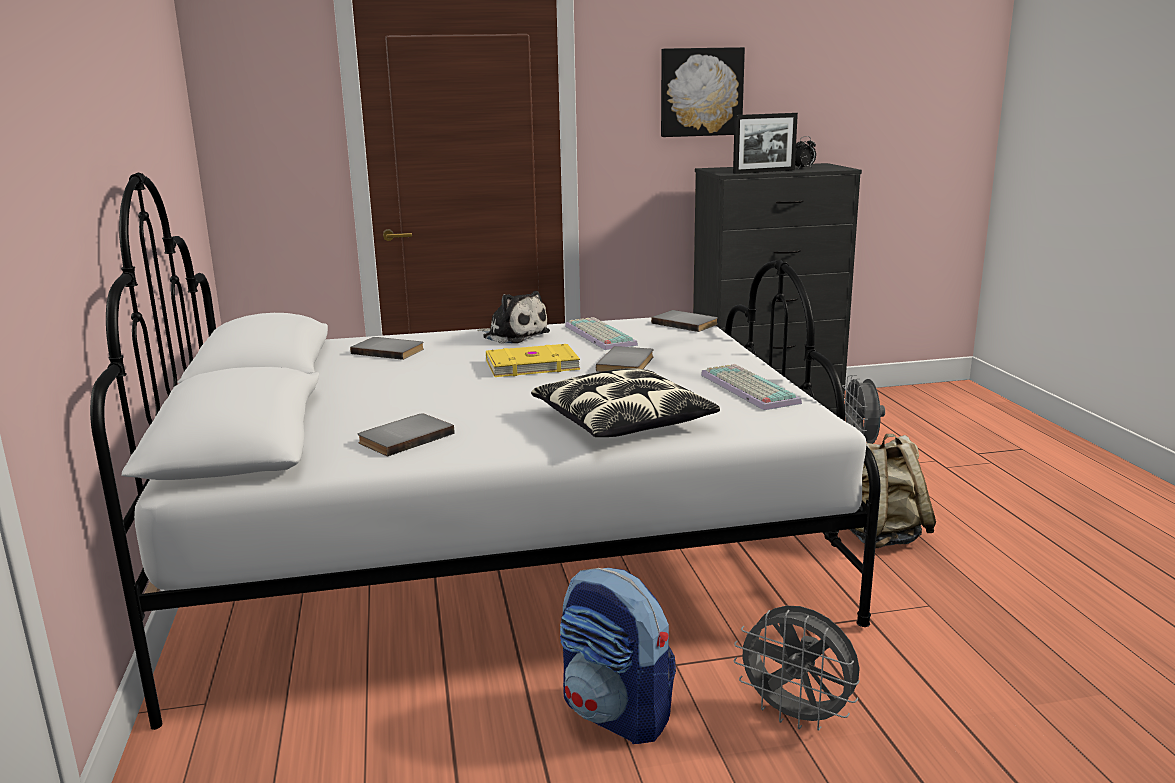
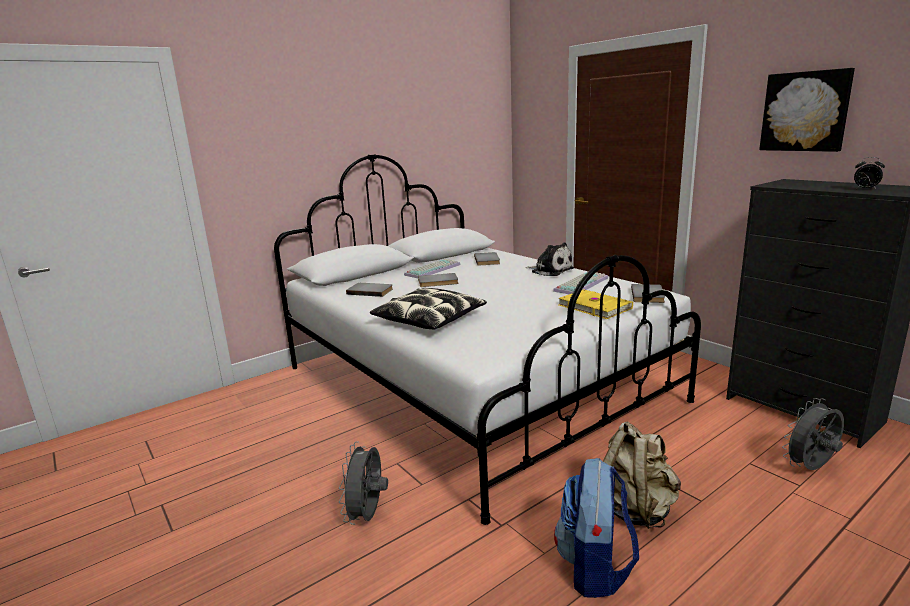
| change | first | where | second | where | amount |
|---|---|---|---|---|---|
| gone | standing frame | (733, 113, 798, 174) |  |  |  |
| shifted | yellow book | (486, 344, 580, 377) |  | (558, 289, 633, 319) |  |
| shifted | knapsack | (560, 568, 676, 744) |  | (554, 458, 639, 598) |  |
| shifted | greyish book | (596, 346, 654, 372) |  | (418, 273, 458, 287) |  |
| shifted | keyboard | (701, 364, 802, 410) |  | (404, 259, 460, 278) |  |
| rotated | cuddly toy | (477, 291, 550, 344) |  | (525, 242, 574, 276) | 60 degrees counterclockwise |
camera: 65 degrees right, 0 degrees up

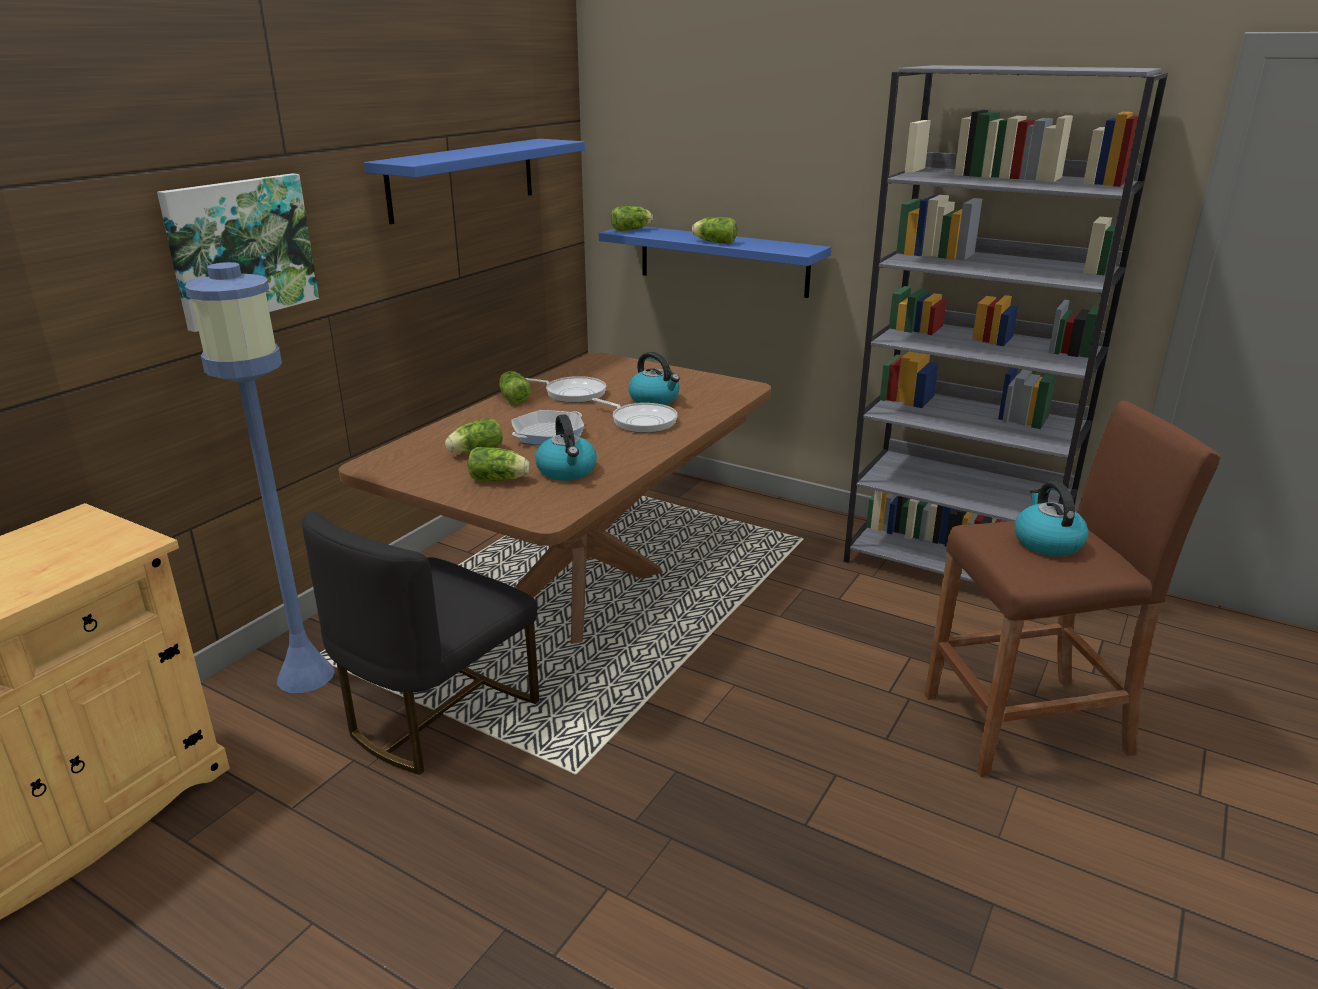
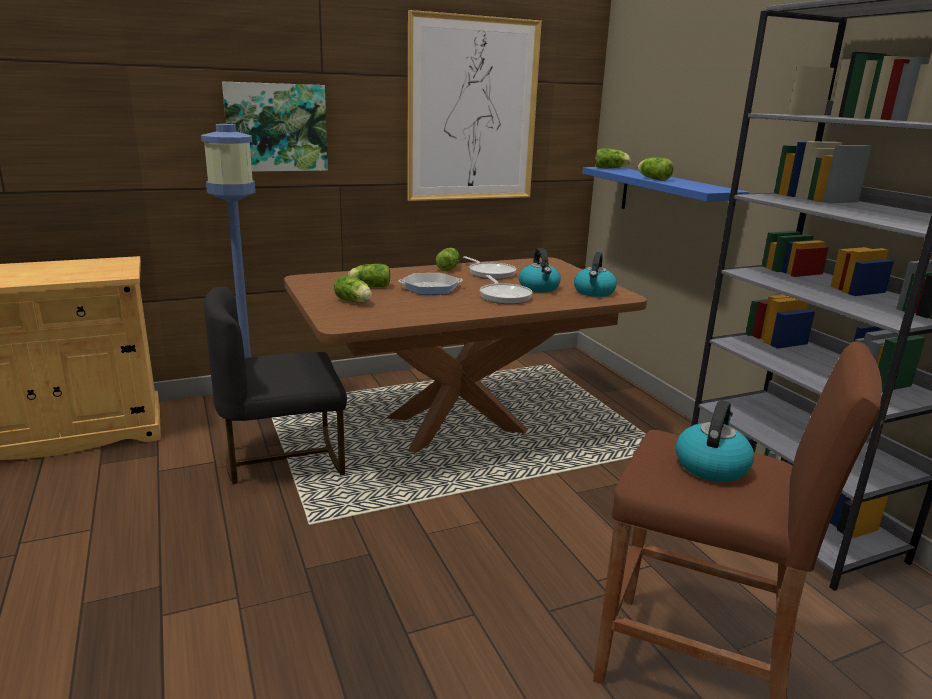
| change | first | where | second | where | amount |
|---|---|---|---|---|---|
| shifted | water kettle | (535, 414, 597, 481) |  | (574, 252, 617, 297) |  |
| swapped | blue-coloured shelf | (364, 139, 585, 224) | wall picture | (407, 10, 542, 201) |  |
camera: 35 degrees right, 5 degrees down

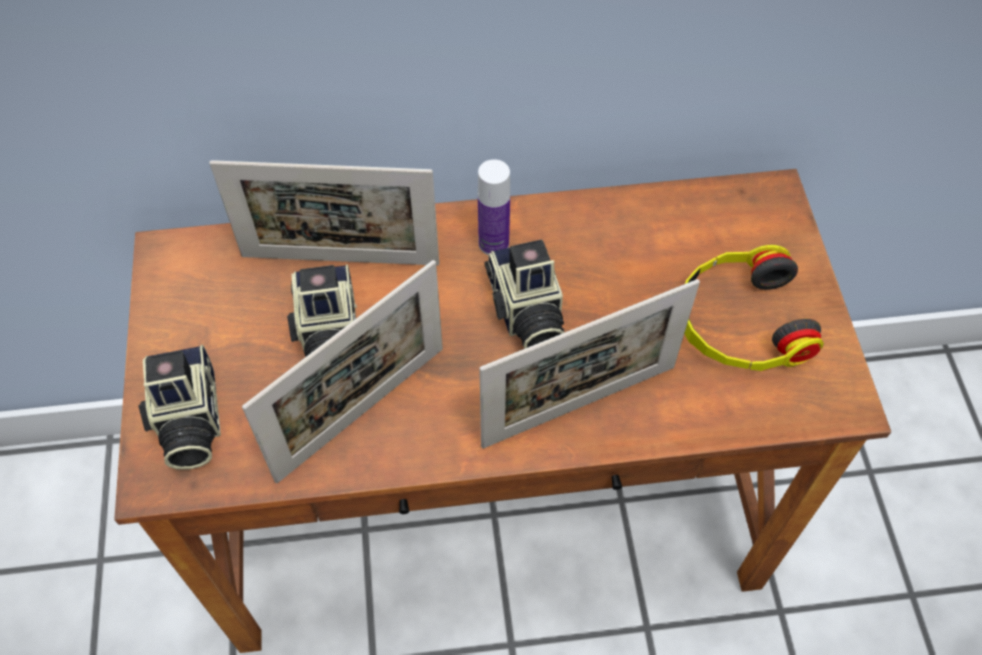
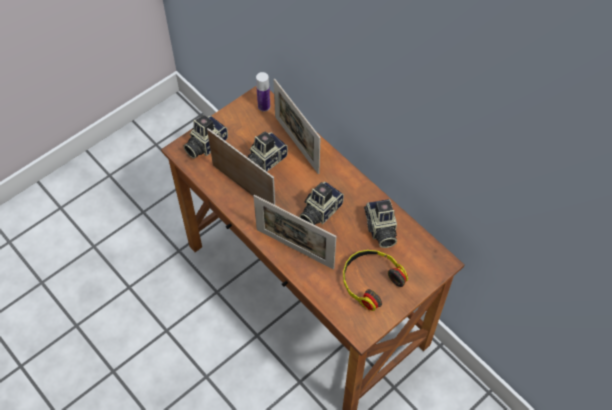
| change | first | where | second | where | amount |
|---|---|---|---|---|---|
| new |  |  | still camera | (364, 199, 397, 248) |  |
| shifted | drink bottle | (478, 159, 510, 255) |  | (256, 72, 270, 112) |  |
| rotated | standing frame | (242, 260, 443, 483) |  | (207, 128, 275, 205) | 150 degrees counterclockwise |
camera: 55 degrees right, 0 degrees up

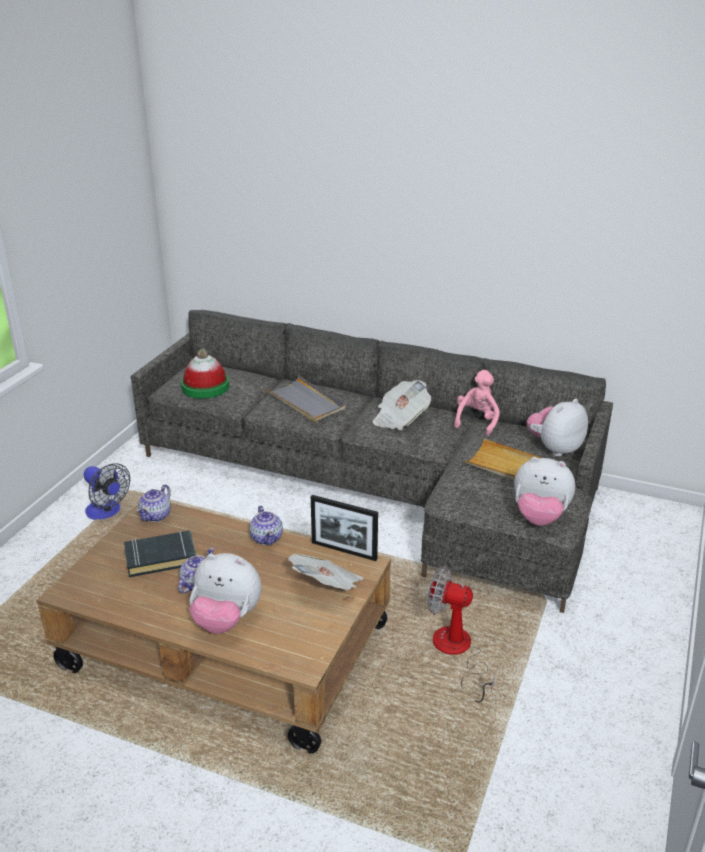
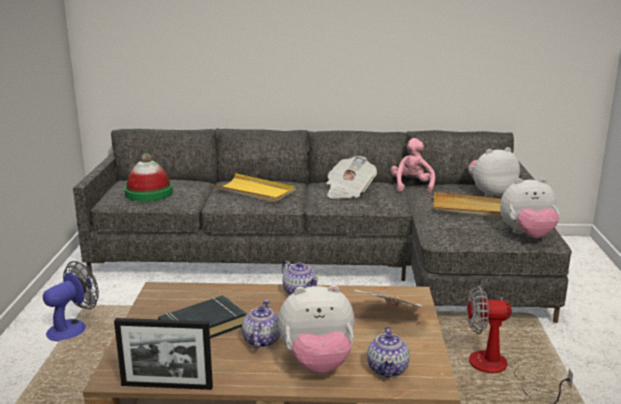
| change | first | where | second | where | amount |
|---|---|---|---|---|---|
| shifted | pot for tea | (136, 485, 171, 522) |  | (367, 326, 410, 377) |  |
| shifted | standing frame | (311, 495, 378, 561) |  | (114, 318, 213, 390) |  |
| repainted | greyish serving tray | (265, 376, 345, 422) | yellow serving tray | (212, 173, 296, 203) |  |
| rotated | electric fan | (84, 463, 130, 520) |  | (43, 261, 99, 341) | 75 degrees counterclockwise |
| rotated | cuddly toy | (527, 399, 588, 457) |  | (468, 147, 520, 197) | 45 degrees clockwise |
camera: 20 degrees left, 10 degrees down

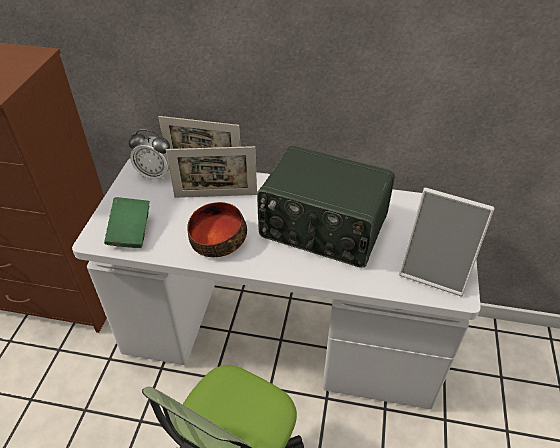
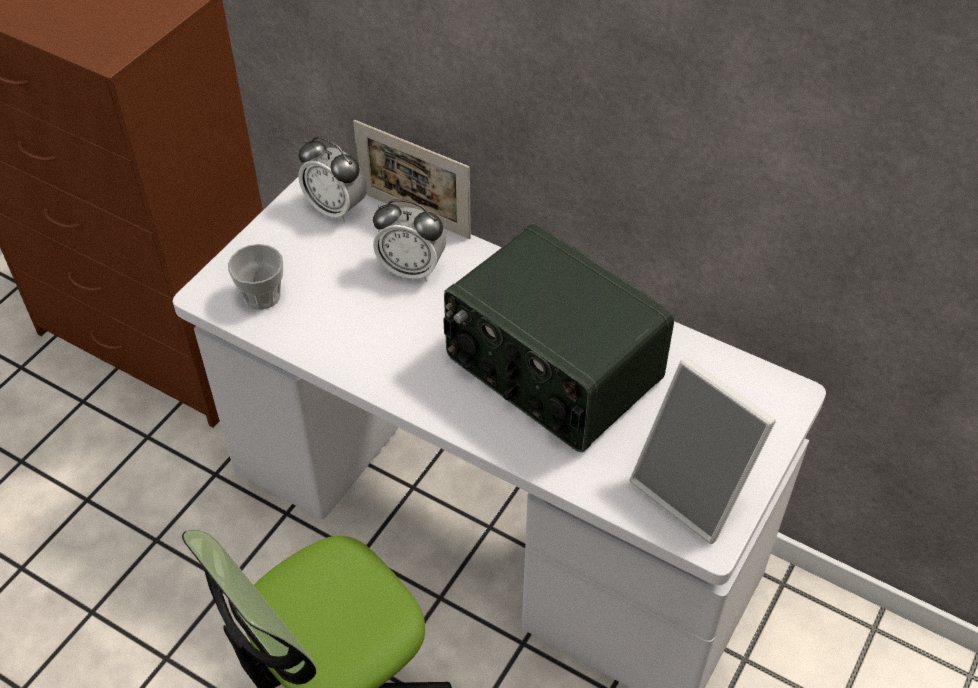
| change | first | where | second | where | amount |
|---|---|---|---|---|---|
| gone | deep dish | (187, 202, 247, 257) |  |  |  |
| swapped | greenish book | (104, 197, 150, 248) | drinking cup | (228, 244, 283, 310) |  |
| swapped | standing frame | (166, 146, 257, 198) | alarm clock | (373, 199, 446, 282) |  |
camera: 20 degrees right, 5 degrees up

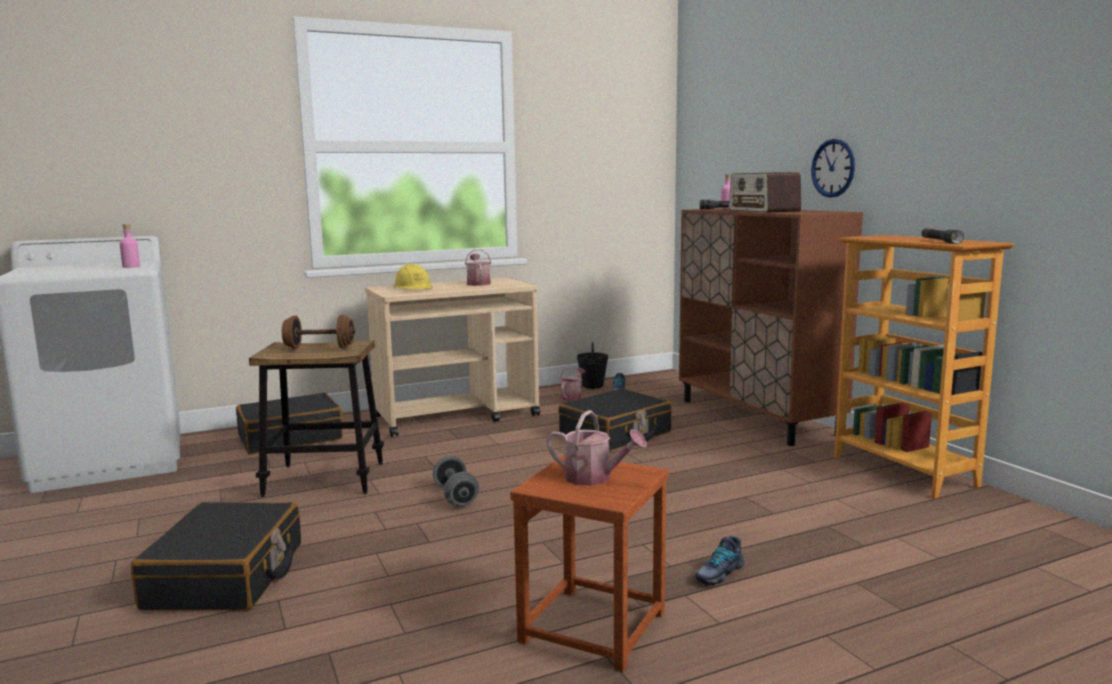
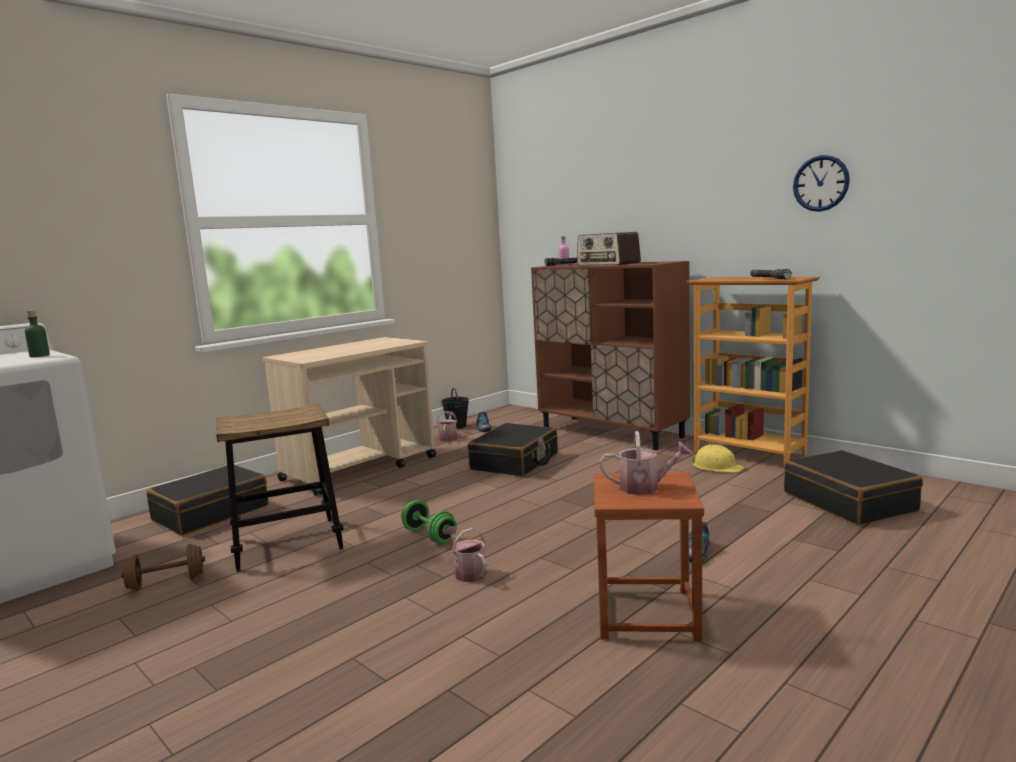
| change | first | where | second | where | amount |
|---|---|---|---|---|---|
| shifted | black travel case | (131, 502, 301, 611) |  | (784, 450, 923, 525) |  |
| shifted | brown free weight | (282, 315, 355, 349) |  | (121, 544, 205, 591) |  |
| shifted | yellow work helmet | (394, 264, 433, 290) |  | (691, 445, 744, 473) |  |
| shifted | watering pot | (465, 249, 491, 286) |  | (444, 526, 487, 582) |  |
| shifted | hanging clock | (811, 139, 855, 198) |  | (793, 155, 850, 212) |  |
| repainted | pink-coloured drink bottle | (120, 224, 140, 268) | greenish drink bottle | (25, 310, 50, 357) |  |
| repainted | greyish free weight | (433, 456, 479, 507) | greenish free weight | (401, 500, 457, 544) |  |
camera: 20 degrees left, 0 degrees up

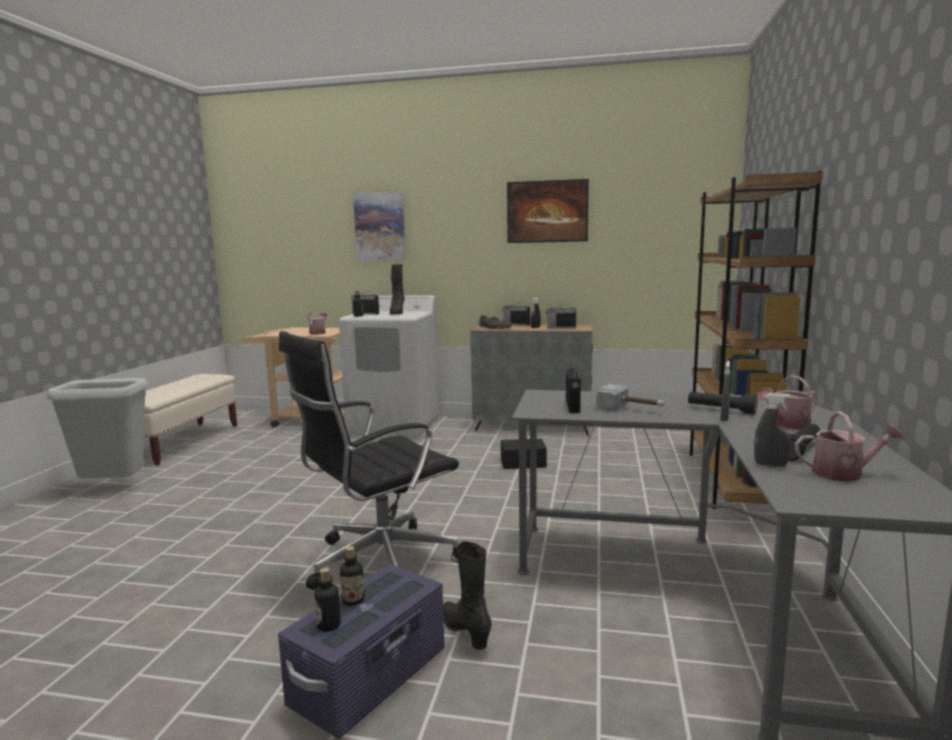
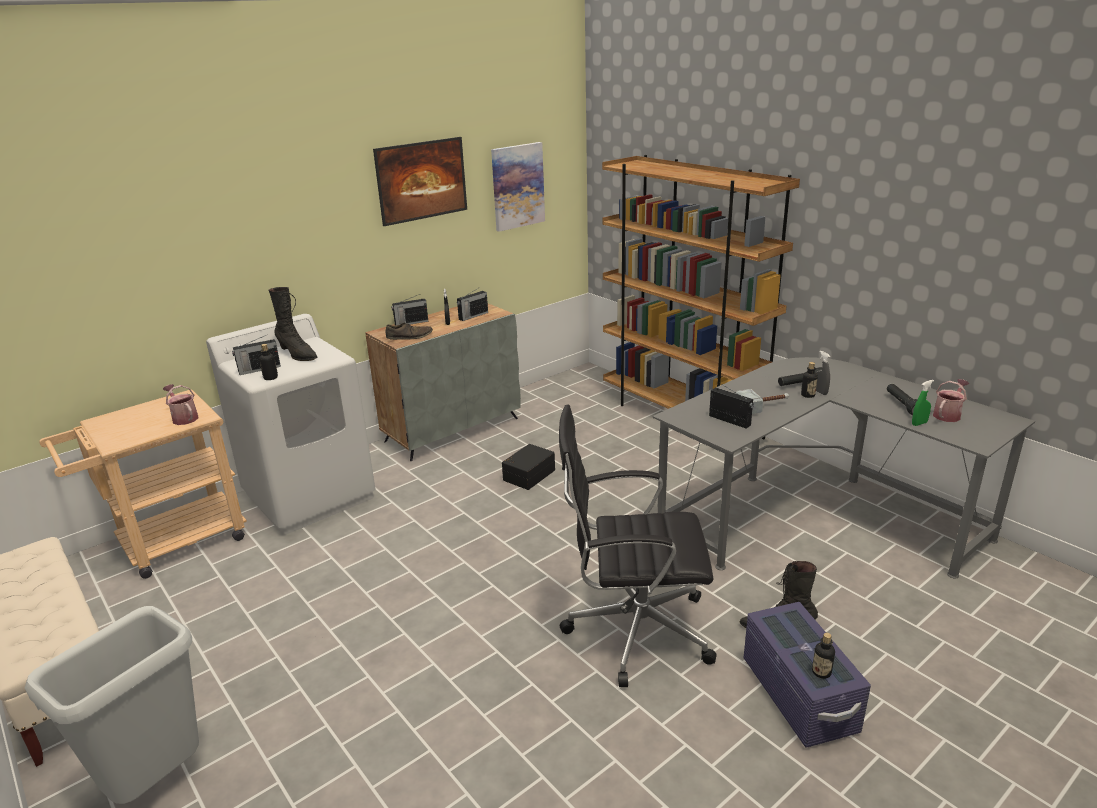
| change | first | where | second | where | amount |
|---|---|---|---|---|---|
| gone | watering pot | (757, 375, 817, 429) |  |  |  |
| shifted | drink bottle | (340, 546, 365, 606) |  | (801, 362, 818, 398) |  |
| shifted | wall picture | (353, 191, 405, 261) |  | (491, 142, 545, 232) |  |
| repainted | greyish hand sprayer | (754, 393, 791, 467) | greenish hand sprayer | (912, 380, 934, 426) |  |
| rotated | black desk chair | (279, 331, 459, 590) |  | (559, 405, 717, 687) | 90 degrees clockwise |
camera: 50 degrees left, 15 degrees up

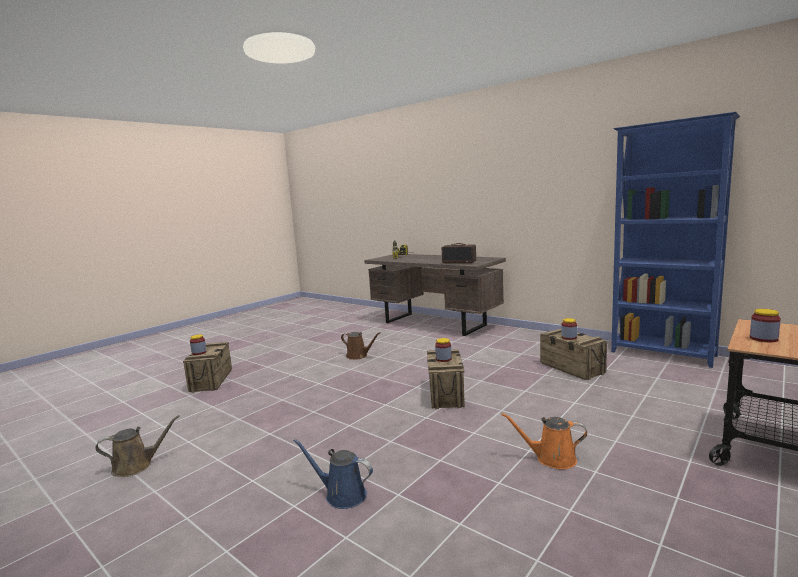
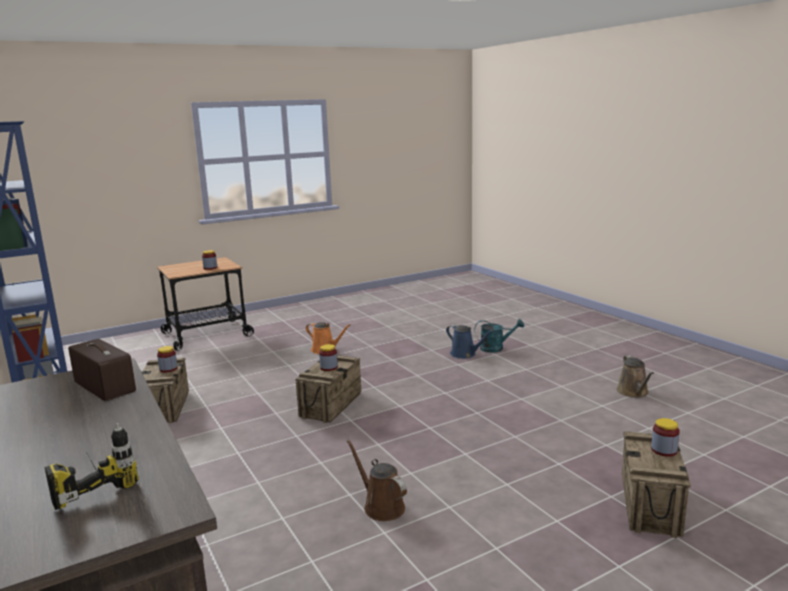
| change | first | where | second | where | amount |
|---|---|---|---|---|---|
| new |  |  | turquoise-coloured watering pot | (474, 319, 524, 353) |  |
| rotated | brown watering pot | (95, 415, 180, 477) |  | (617, 355, 654, 398) | 90 degrees counterclockwise |
camera: 160 degrees left, 5 degrees up

